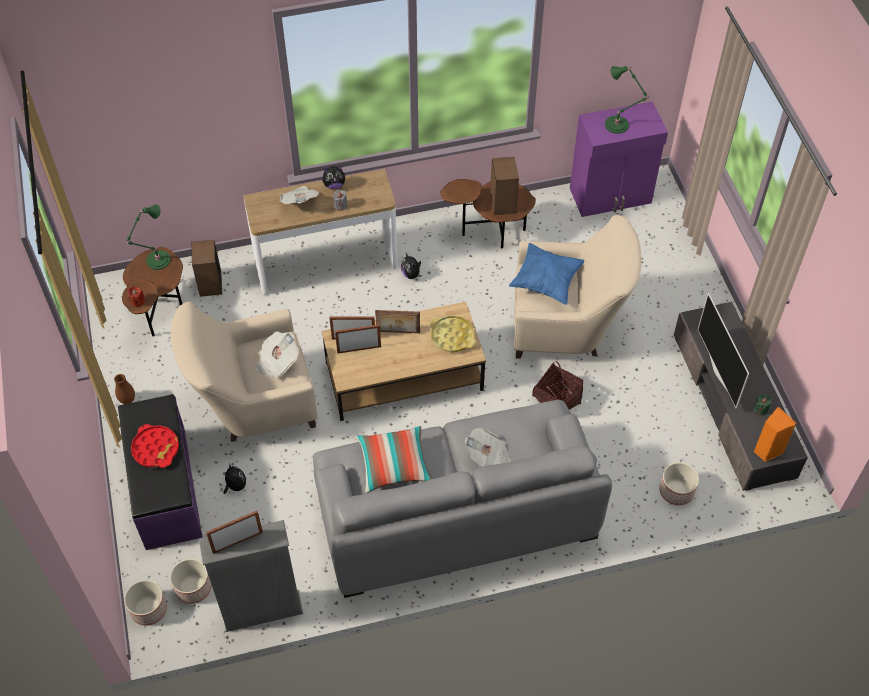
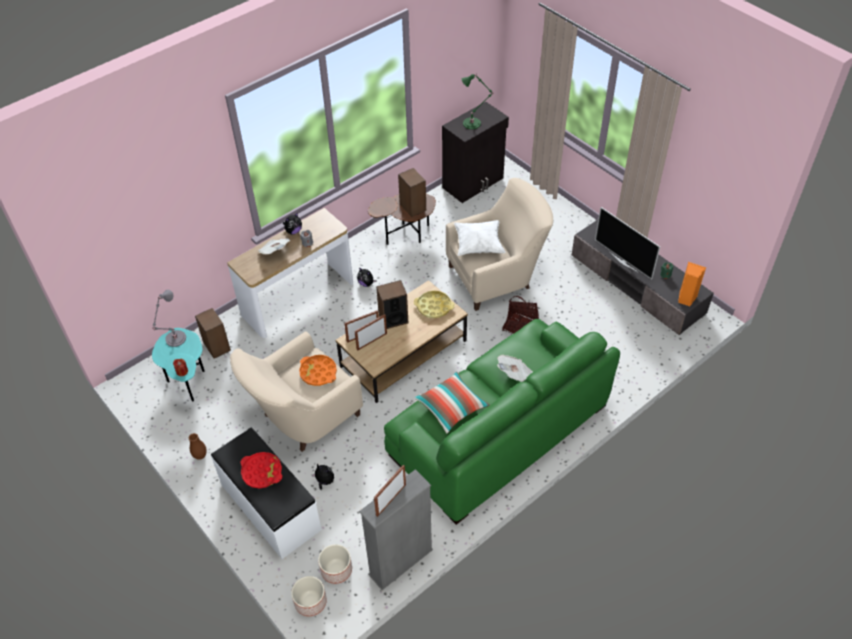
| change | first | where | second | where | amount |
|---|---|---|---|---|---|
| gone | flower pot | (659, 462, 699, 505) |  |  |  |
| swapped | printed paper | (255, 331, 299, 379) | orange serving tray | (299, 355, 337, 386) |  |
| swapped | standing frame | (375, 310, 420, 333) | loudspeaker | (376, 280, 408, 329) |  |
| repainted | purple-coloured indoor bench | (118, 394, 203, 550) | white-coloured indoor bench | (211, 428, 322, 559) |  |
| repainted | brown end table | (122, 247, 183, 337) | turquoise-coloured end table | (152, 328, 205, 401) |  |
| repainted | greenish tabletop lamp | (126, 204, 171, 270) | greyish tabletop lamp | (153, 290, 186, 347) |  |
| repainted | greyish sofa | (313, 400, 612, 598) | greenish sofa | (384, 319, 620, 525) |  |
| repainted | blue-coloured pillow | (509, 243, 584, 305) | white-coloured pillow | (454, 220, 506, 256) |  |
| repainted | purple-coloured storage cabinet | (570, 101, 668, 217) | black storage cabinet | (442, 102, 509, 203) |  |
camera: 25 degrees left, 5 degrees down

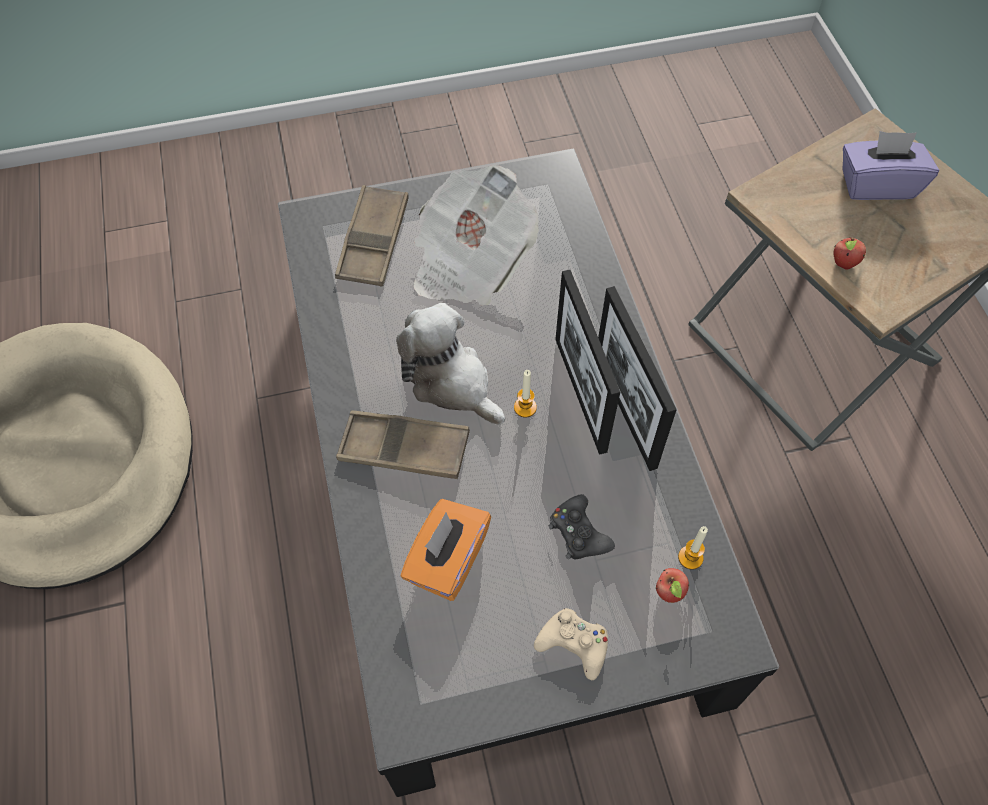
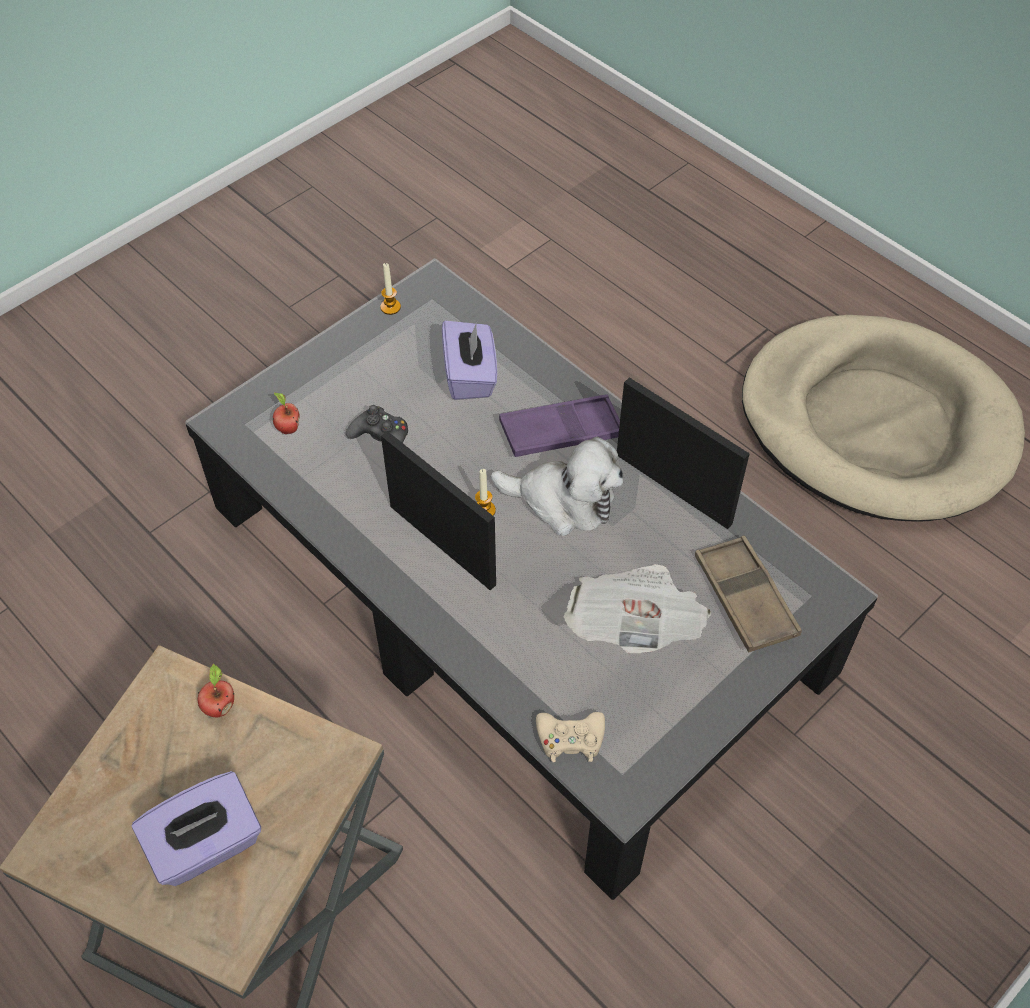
| change | first | where | second | where | amount |
|---|---|---|---|---|---|
| shifted | beige joypad | (534, 608, 608, 680) |  | (536, 712, 605, 762) |  |
| shifted | standing frame | (598, 286, 677, 471) |  | (617, 377, 750, 529) |  |
| shifted | wax candle | (678, 526, 708, 570) |  | (380, 263, 401, 315) |  |
| repainted | brown serving tray | (336, 410, 470, 479) | purple-coloured serving tray | (499, 394, 620, 457) |  |
| repainted | orange box of tissues | (401, 499, 492, 601) | purple-coloured box of tissues | (442, 321, 497, 400) |  |
camera: 150 degrees right, 5 degrees down

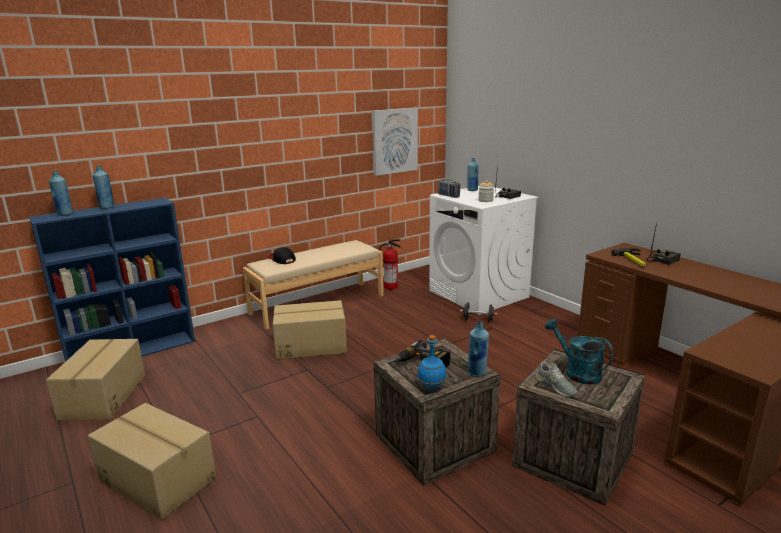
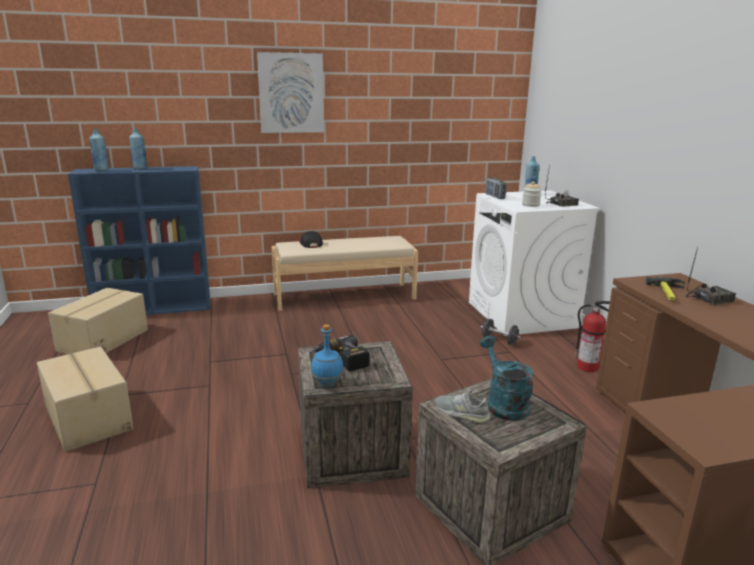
| change | first | where | second | where | amount |
|---|---|---|---|---|---|
| gone | cardboard box | (273, 300, 347, 360) |  |  |  |
| gone | blue-coloured drink bottle | (468, 322, 489, 377) |  |  |  |
| shifted | wall picture | (372, 108, 418, 176) |  | (257, 52, 324, 133) |  |
| shifted | fire-fighting cylinder | (379, 239, 401, 290) |  | (575, 301, 610, 372) |  |
| rotated | greyish shoe | (536, 362, 577, 397) |  | (435, 389, 491, 423) | 135 degrees clockwise |
camera: 20 degrees right, 0 degrees up

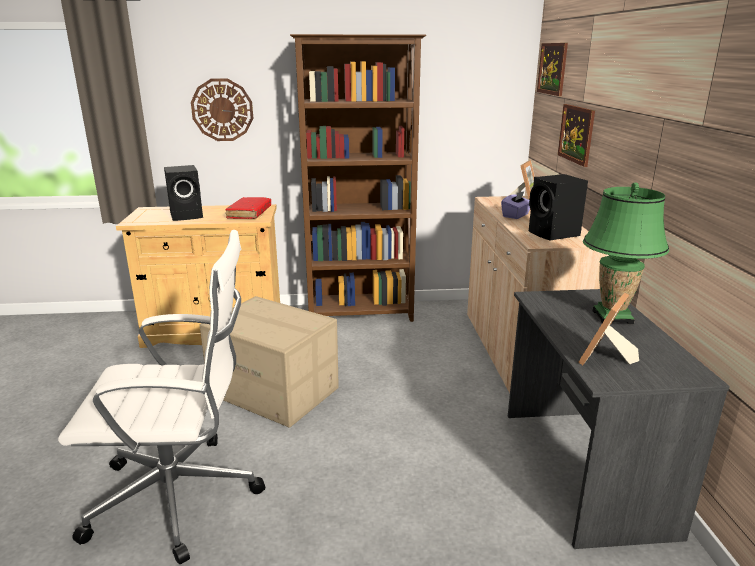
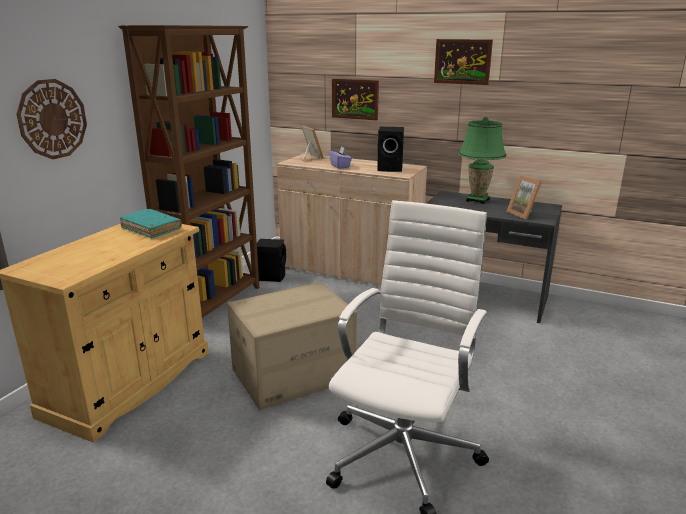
| change | first | where | second | where | amount |
|---|---|---|---|---|---|
| shifted | black loudspeaker | (164, 165, 203, 221) |  | (257, 239, 286, 282) |  |
| shifted | wall picture | (537, 43, 568, 96) |  | (434, 39, 493, 85) |  |
| repainted | reddish book | (225, 197, 271, 219) | turquoise-coloured book | (120, 209, 182, 238) |  |
camera: 60 degrees left, 0 degrees up

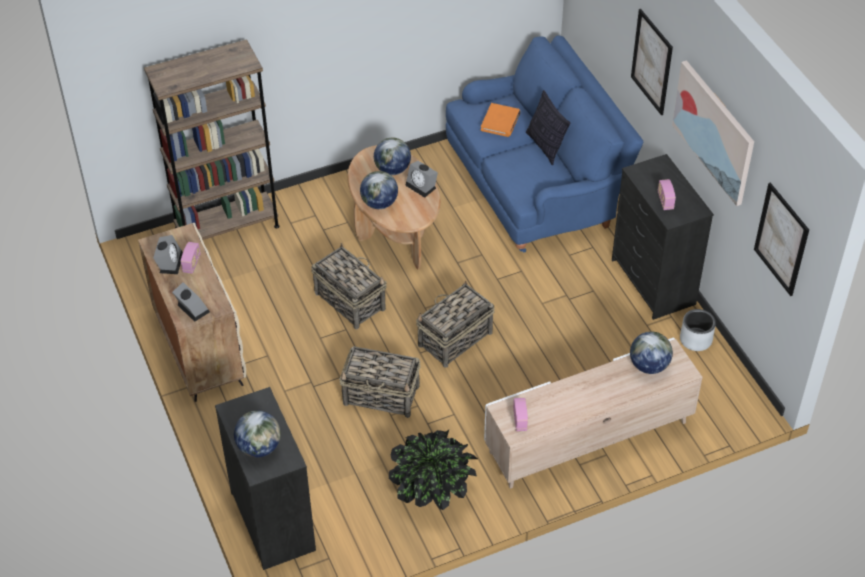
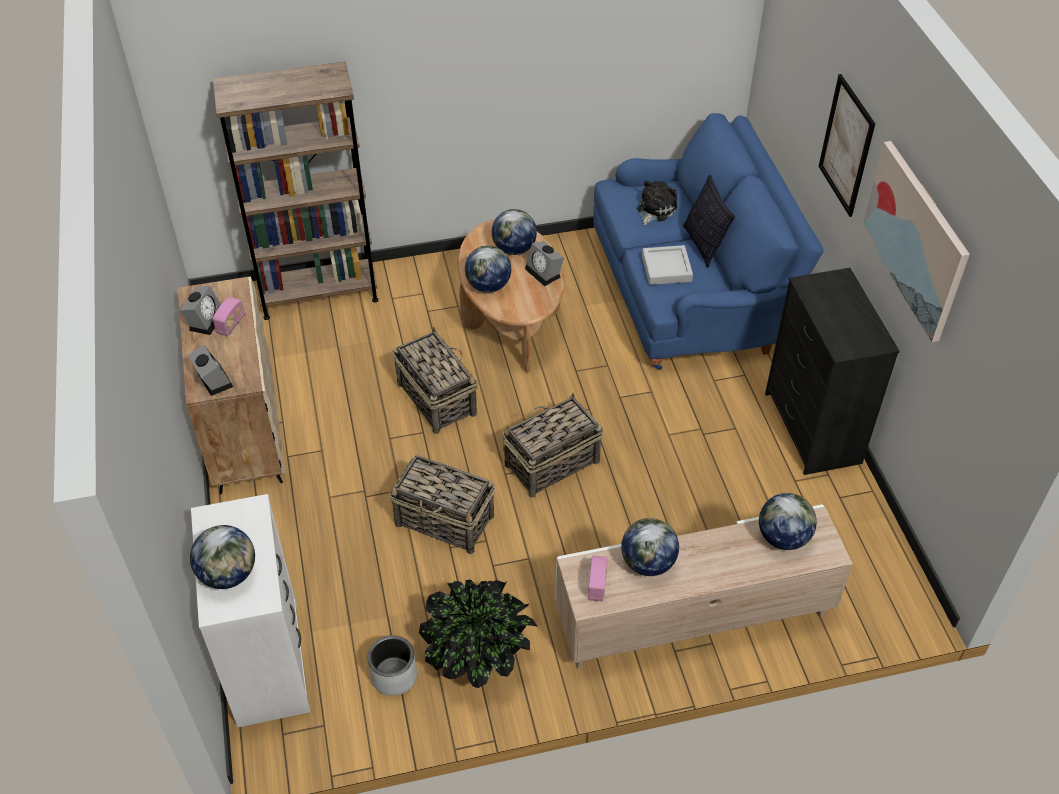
| change | first | where | second | where | amount |
|---|---|---|---|---|---|
| gone | radio set | (658, 179, 676, 210) |  |  |  |
| gone | wall picture | (754, 183, 809, 296) |  |  |  |
| new |  |  | globe | (621, 518, 679, 576) |  |
| new |  |  | greyish serving tray | (642, 245, 693, 285) |  |
| shifted | greyish flower pot | (680, 309, 716, 351) |  | (367, 635, 417, 696) |  |
| swapped | orange book | (481, 103, 521, 137) | cuddly toy | (637, 180, 677, 226) |  |
| repainted | black drawer chest | (215, 387, 316, 570) | white-coloured drawer chest | (191, 494, 311, 727) |  |
camera: 10 degrees right, 0 degrees up

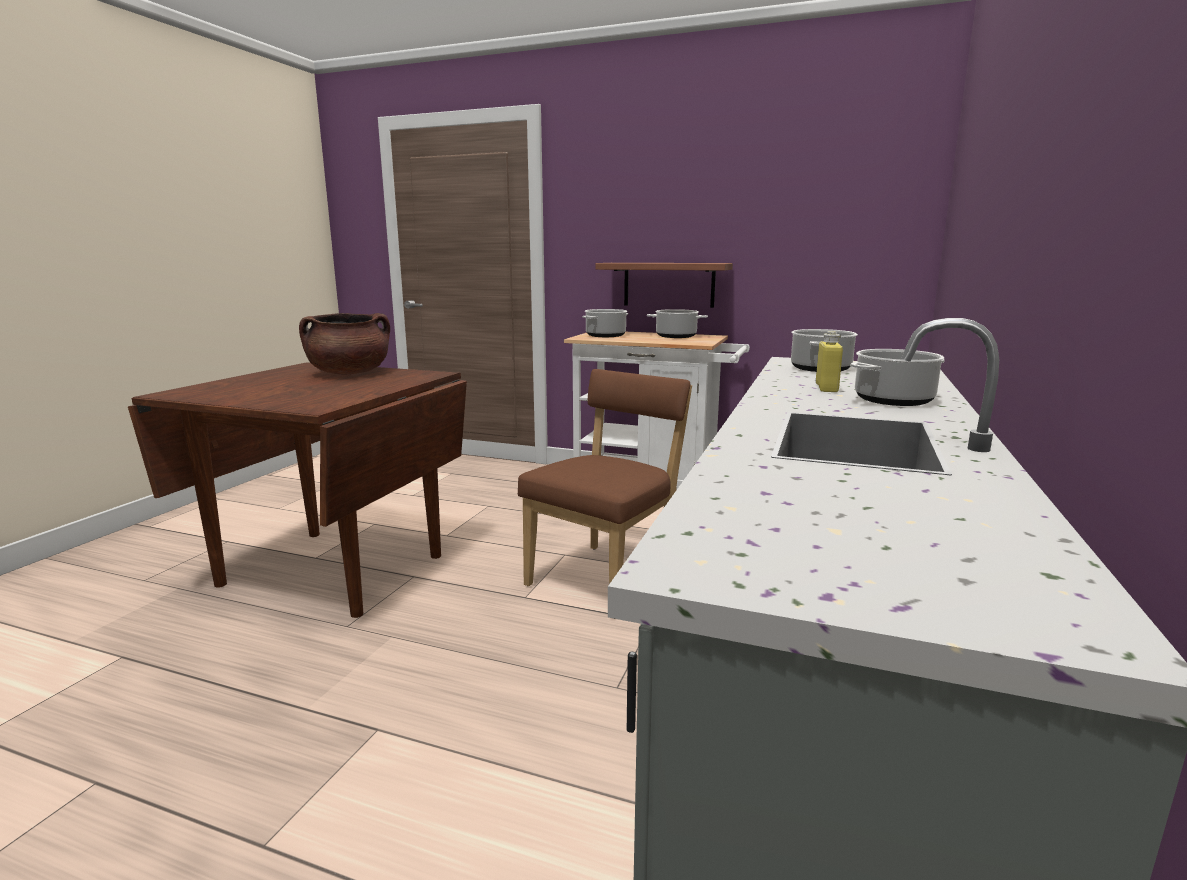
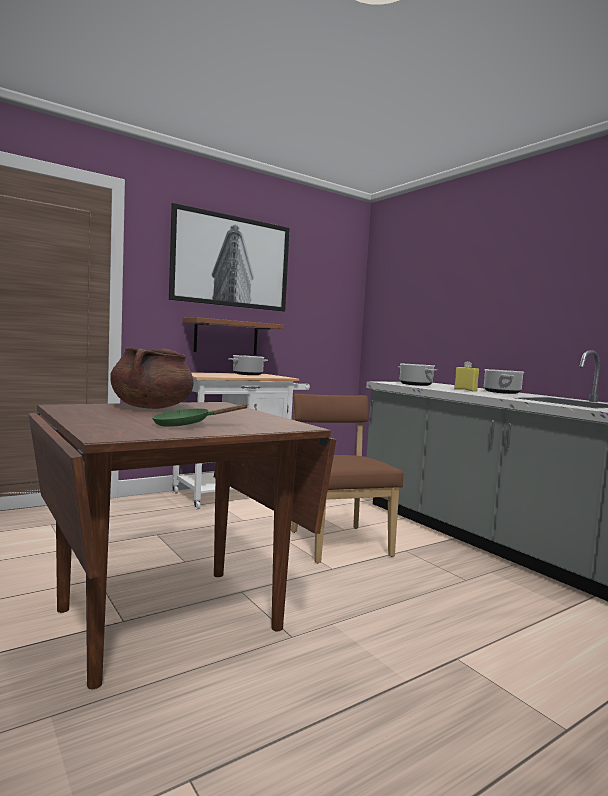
| change | first | where | second | where | amount |
|---|---|---|---|---|---|
| gone | saucepot | (583, 309, 628, 337) |  |  |  |
| new |  |  | greenish pan | (152, 404, 248, 427) |  |
| new |  |  | wall picture | (169, 203, 290, 312) |  |
camera: 55 degrees left, 10 degrees down

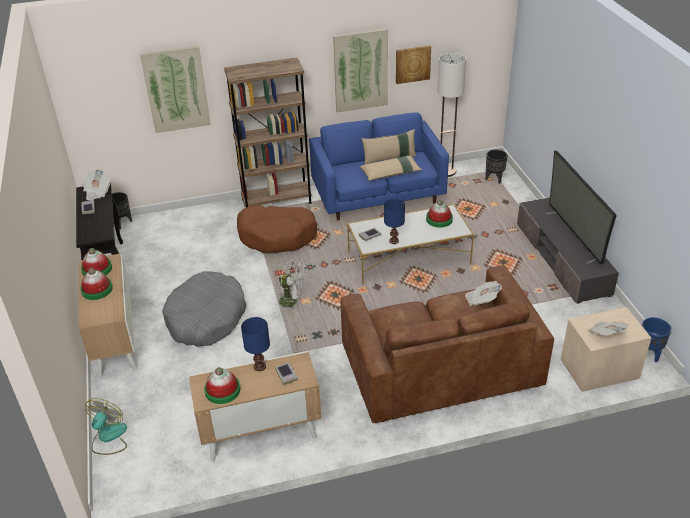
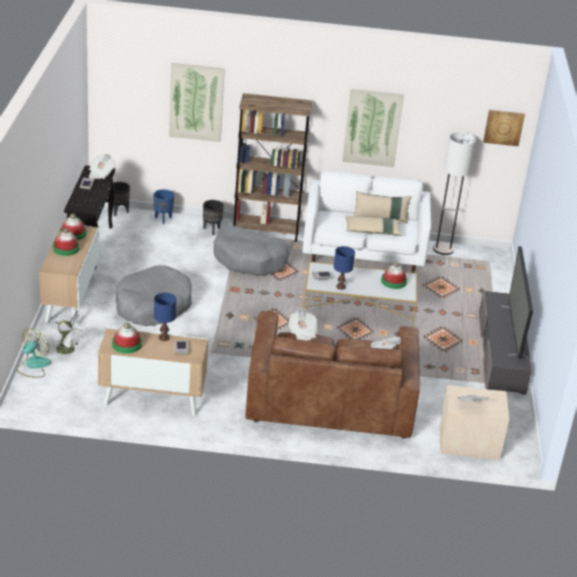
| change | first | where | second | where | amount |
|---|---|---|---|---|---|
| new |  |  | printed paper | (288, 309, 318, 341) |  |
| shifted | white-coloured electric fan | (279, 260, 307, 308) |  | (52, 309, 88, 358) |  |
| shifted | wall picture | (396, 45, 431, 84) |  | (483, 110, 525, 146) |  |
| shifted | black flower pot | (485, 150, 508, 184) |  | (203, 200, 224, 235) |  |
| shifted | blue-coloured flower pot | (642, 317, 671, 362) |  | (154, 189, 175, 224) |  |
| repainted | brown pet bed | (237, 205, 317, 253) | greyish pet bed | (214, 226, 290, 276) |  |
| repainted | blue-coloured sofa | (309, 112, 449, 220) | white-coloured sofa | (302, 171, 431, 273) |  |
camera: 15 degrees right, 5 degrees down

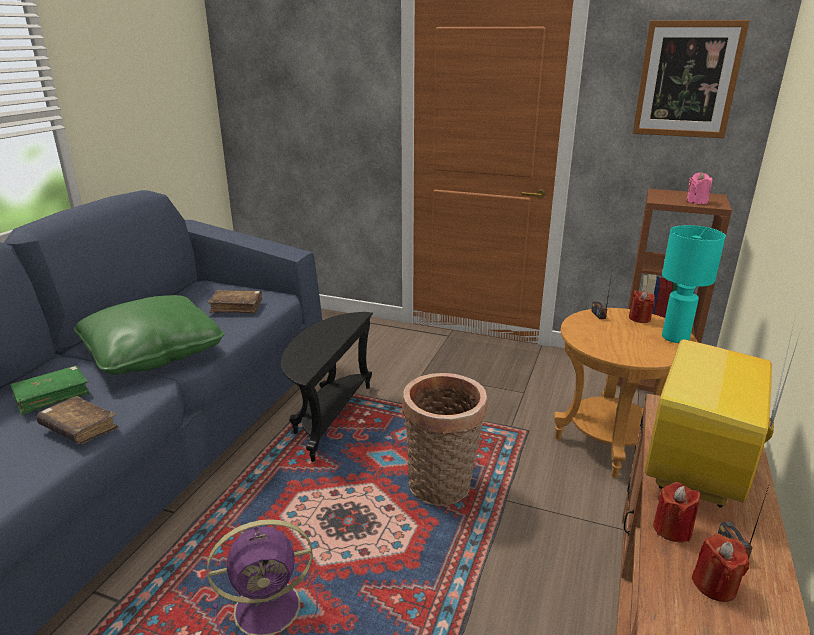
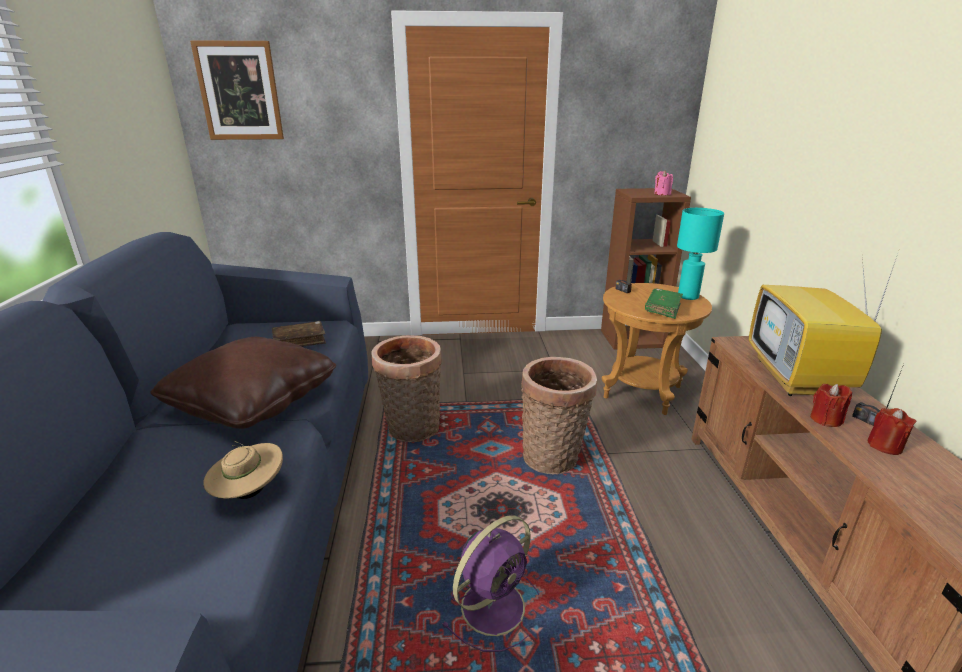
| change | first | where | second | where | amount |
|---|---|---|---|---|---|
| gone | reddish wax candle | (629, 290, 655, 323) |  |  |  |
| shifted | greenish book | (10, 365, 90, 415) |  | (645, 289, 683, 319) |  |
| shifted | wall picture | (633, 20, 750, 138) |  | (190, 40, 284, 140) |  |
| swapped | brown book | (36, 396, 119, 444) | beige wearable hat | (203, 441, 283, 499) |  |
| swapped | black end table | (281, 312, 373, 462) | household basket | (371, 335, 442, 442) |  |
| repainted | greenish pillow | (74, 295, 224, 375) | brown pillow | (150, 337, 336, 429) |  |
camera: 25 degrees left, 0 degrees up

